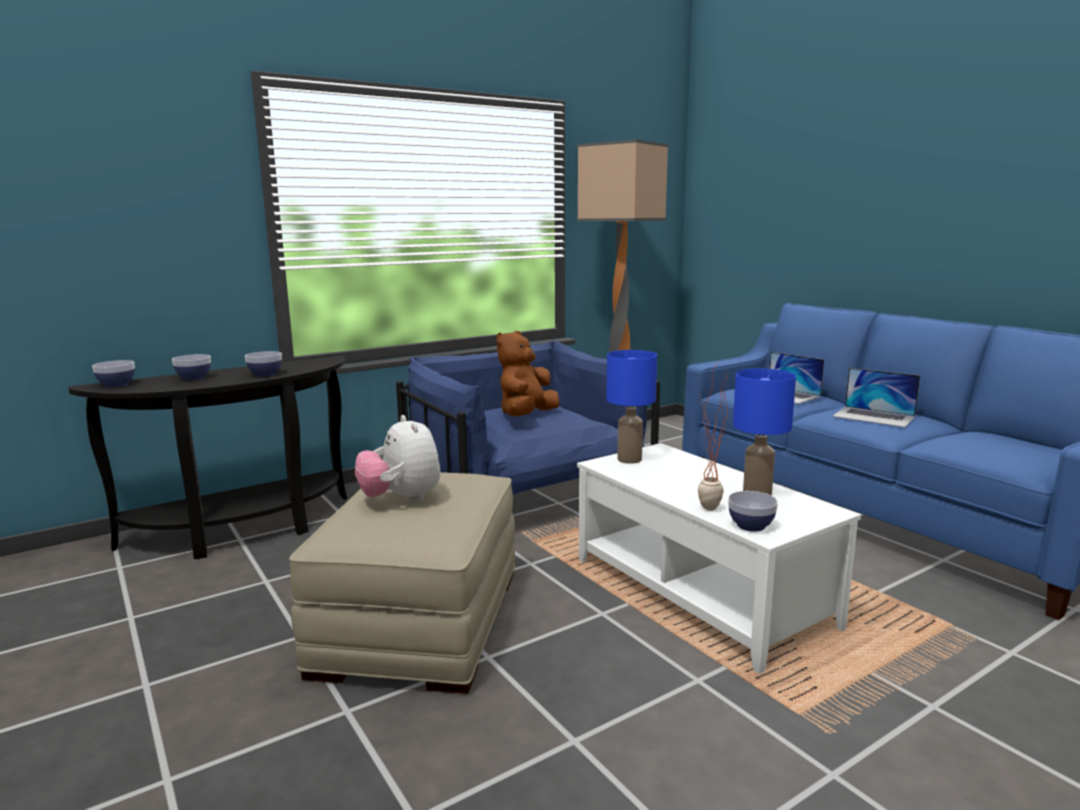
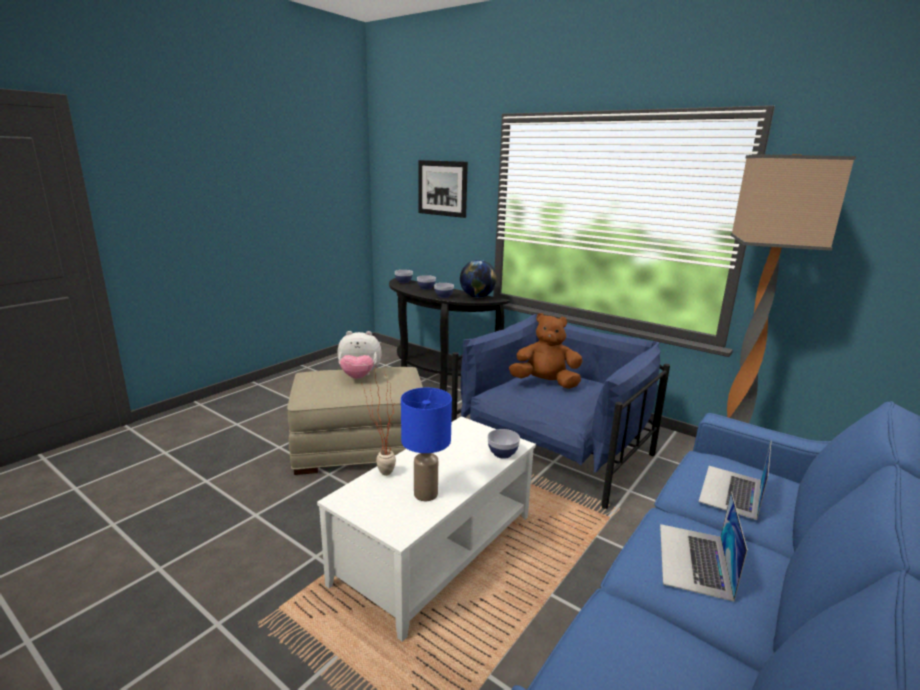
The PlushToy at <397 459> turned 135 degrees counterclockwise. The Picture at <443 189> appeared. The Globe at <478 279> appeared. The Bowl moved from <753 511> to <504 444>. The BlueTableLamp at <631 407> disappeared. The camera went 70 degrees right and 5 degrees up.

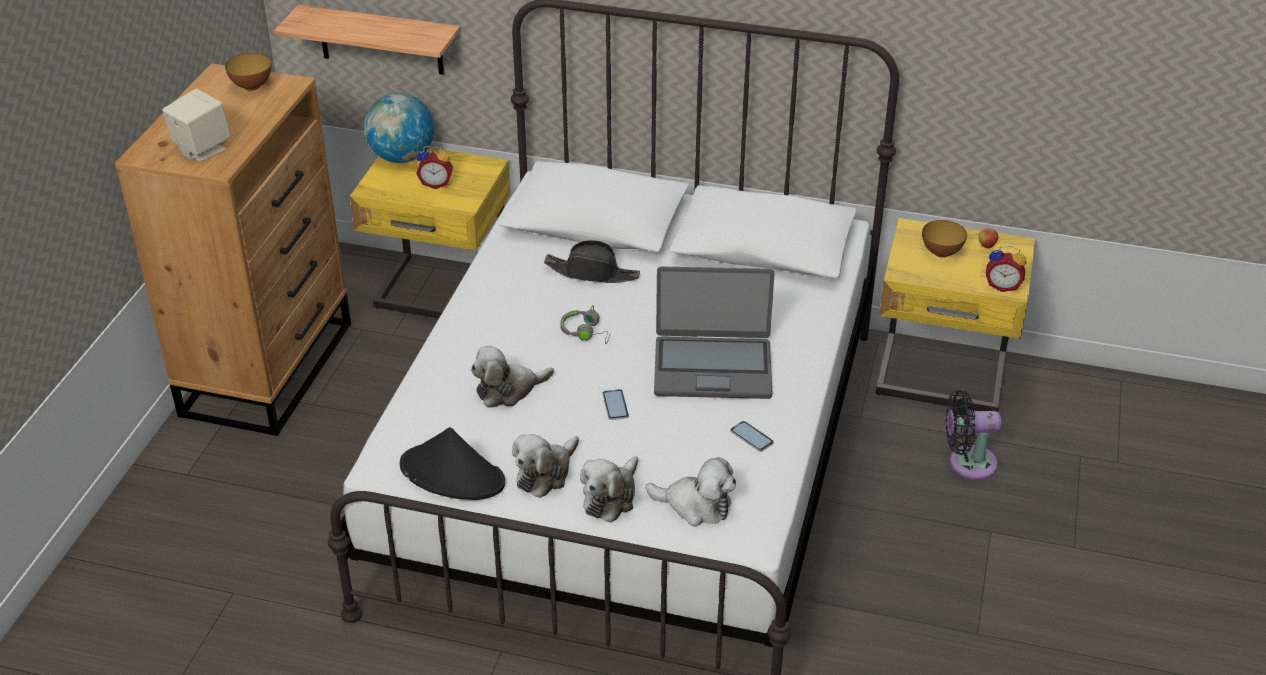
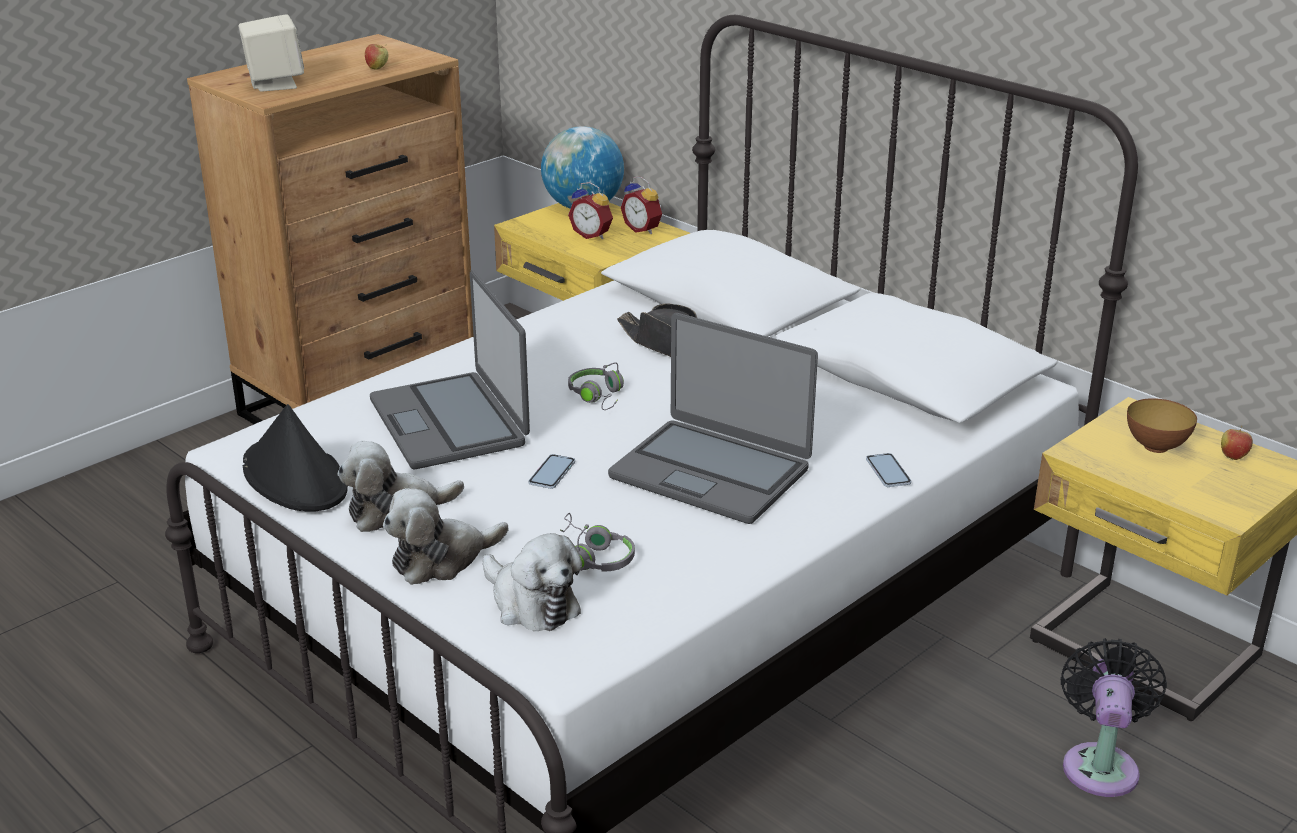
The Apple at <376 57> appeared. The PlushToy at <512 377> was replaced by the Laptop at <450 369>. The GreyHeadphones at <597 542> appeared. The AlarmClock moved from <1006 269> to <641 205>. The Phone moved from <752 436> to <888 470>. The BlackFan at <973 435> turned 75 degrees clockwise. The Bowl at <248 72> disappeared. The Shelf at <367 40> disappeared. The camera went 30 degrees right and 10 degrees down.

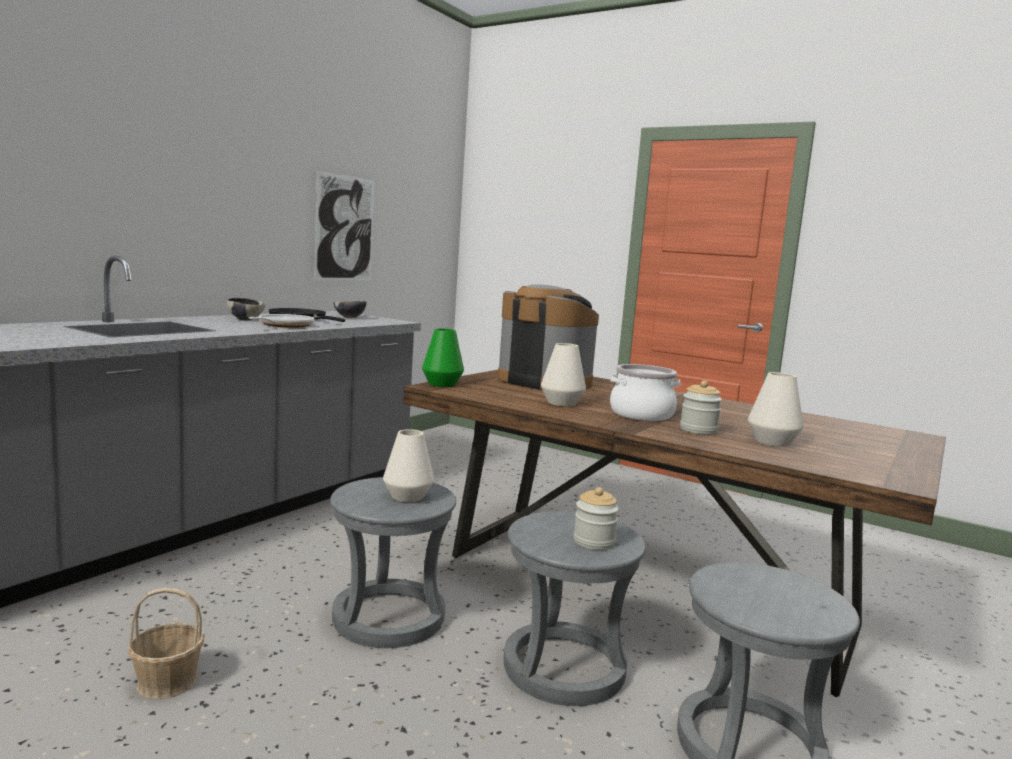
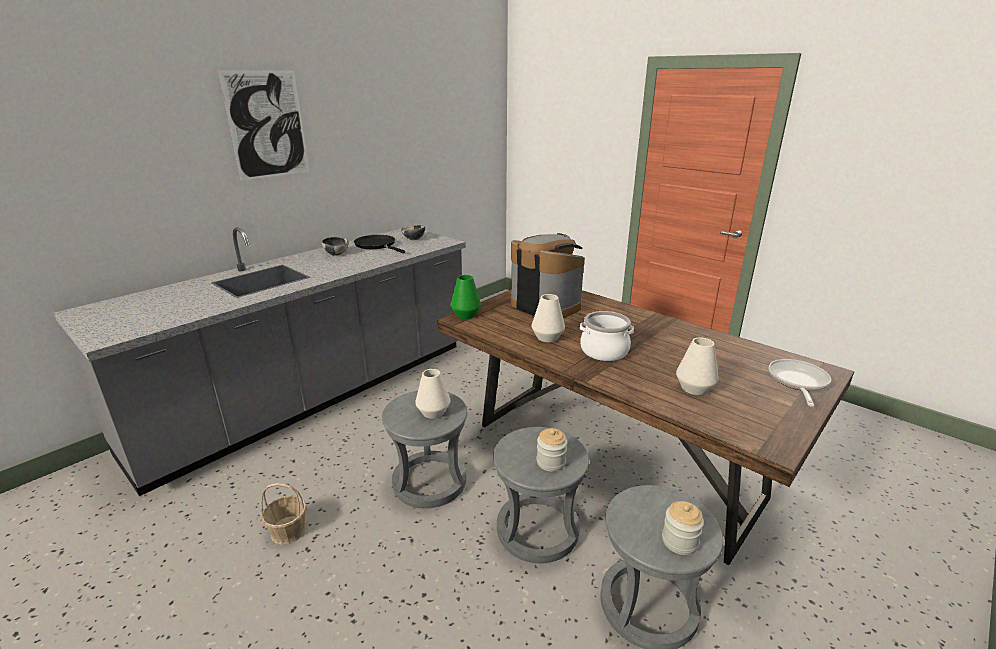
The Picture moved from <344 225> to <263 125>. The Jar moved from <701 407> to <683 528>. The FryingPan moved from <281 321> to <800 383>. The camera went 10 degrees right and 15 degrees up.

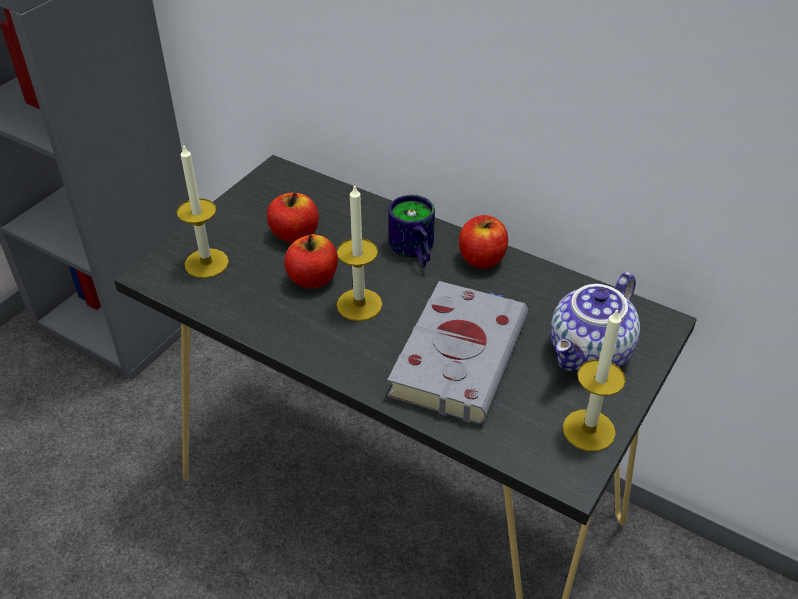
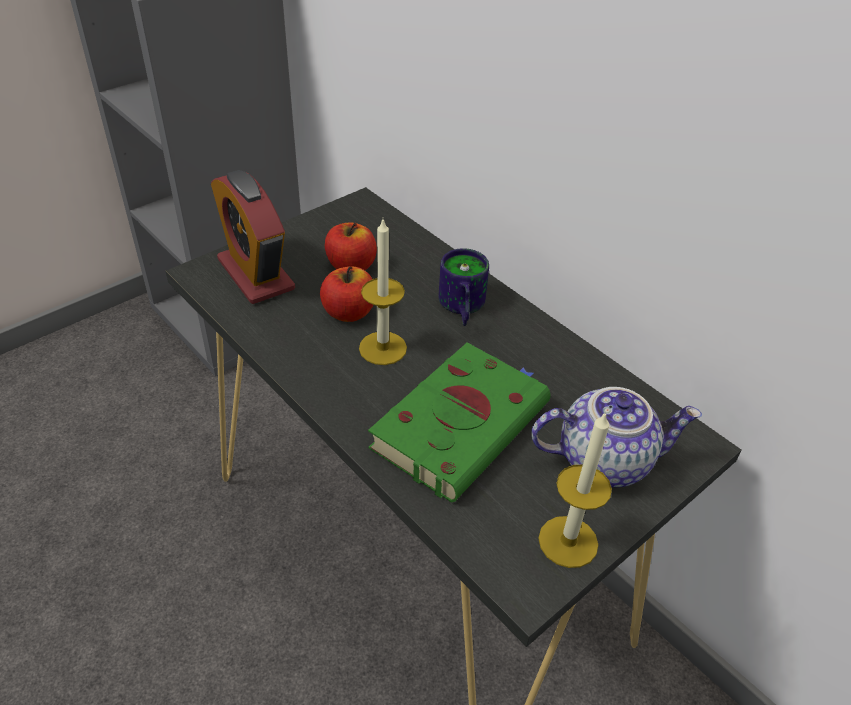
The Candle at <203 212> was replaced by the AlarmClock at <253 237>. The GreyBook at <457 352> became the GreenBook at <459 422>. The Teapot at <595 322> turned 150 degrees counterclockwise. The Apple at <483 242> disappeared. The camera went 15 degrees right and 0 degrees up.

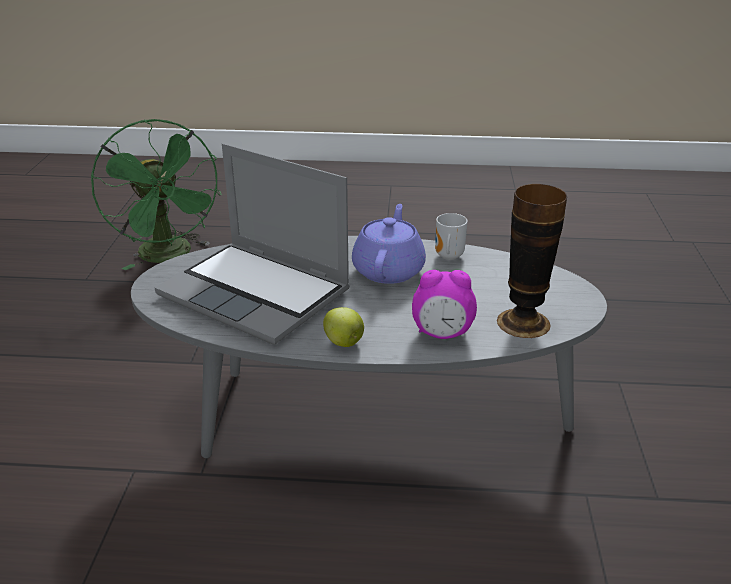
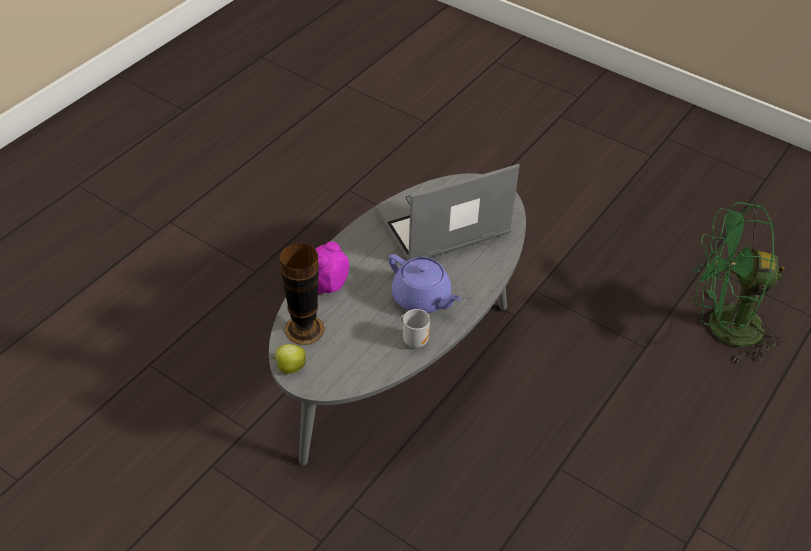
The Apple moved from <343 327> to <289 359>. The camera went 120 degrees right and 15 degrees up.

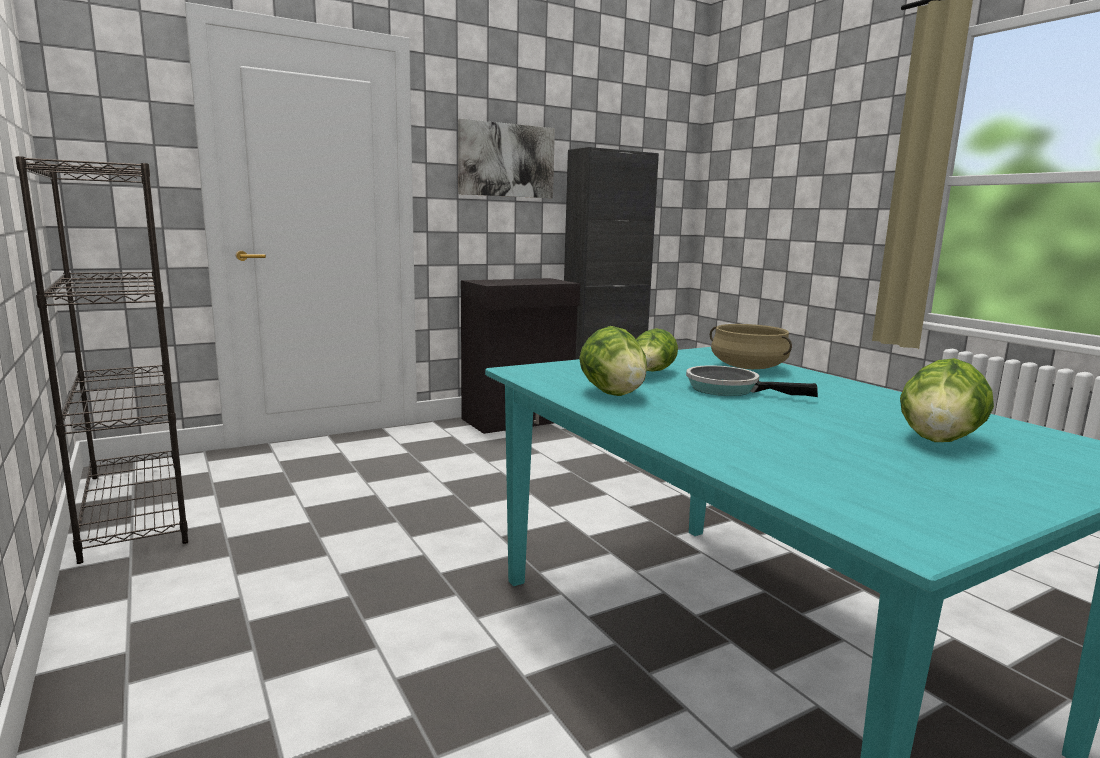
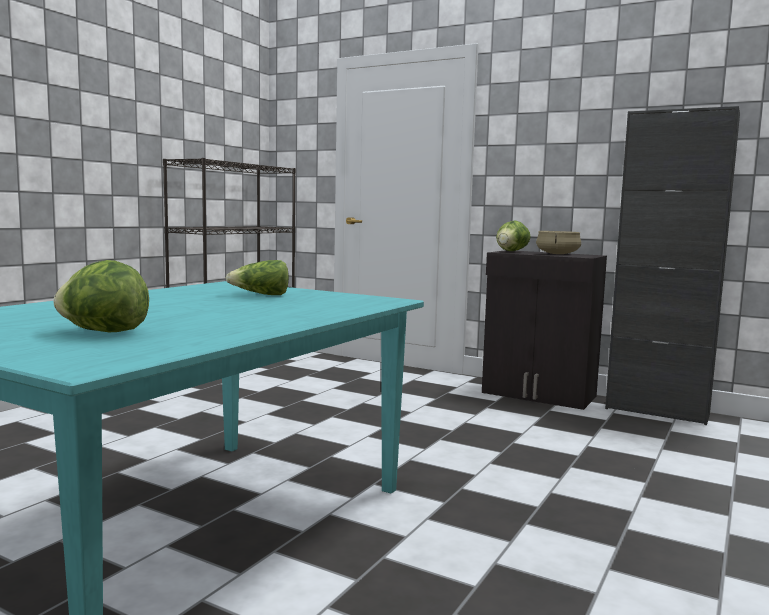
The Lettuce moved from <613 361> to <513 235>. The BeigeCookingPot moved from <751 346> to <558 242>. The Picture at <506 158> disappeared. The FryingPan at <752 381> disappeared. The camera went 60 degrees right and 5 degrees down.

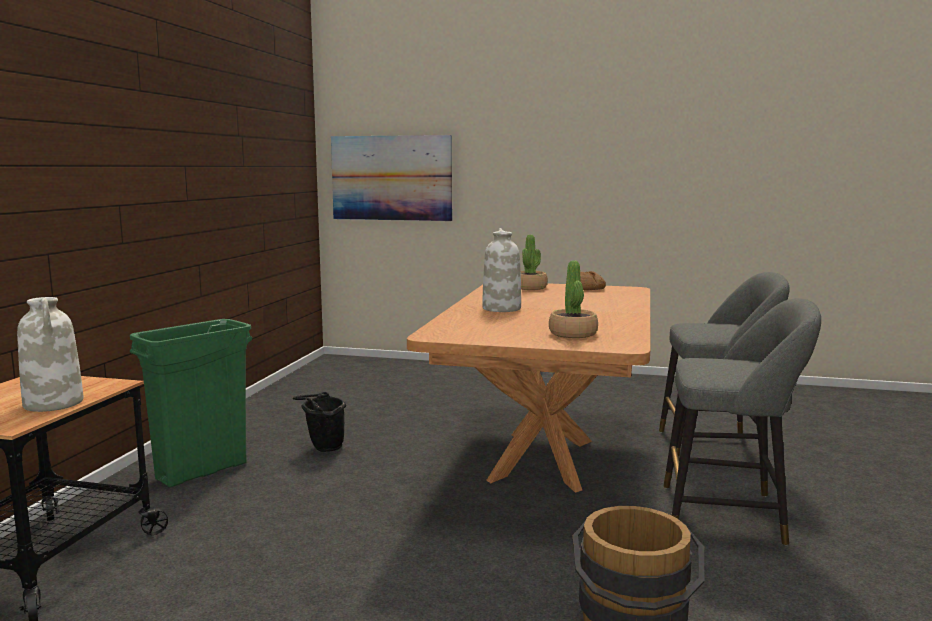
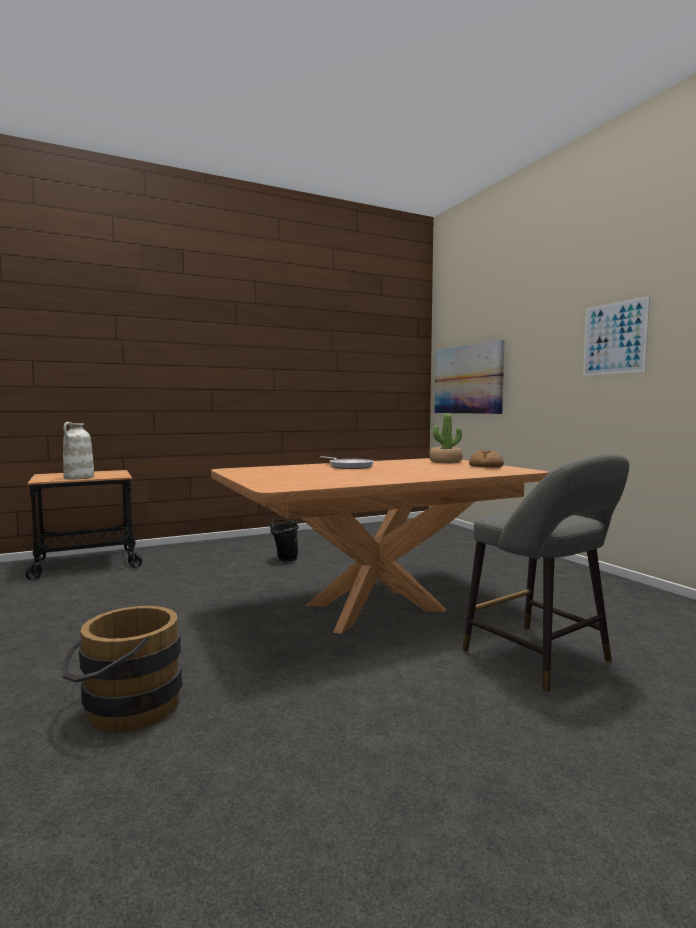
The WhiteVase at <501 270> was replaced by the FryingPan at <347 462>. The Picture at <616 336> appeared. The GreenTrashCan at <191 403> disappeared. The PottedPlant at <573 299> disappeared. The GreyStool at <742 422> disappeared. The camera went 50 degrees right and 5 degrees down.

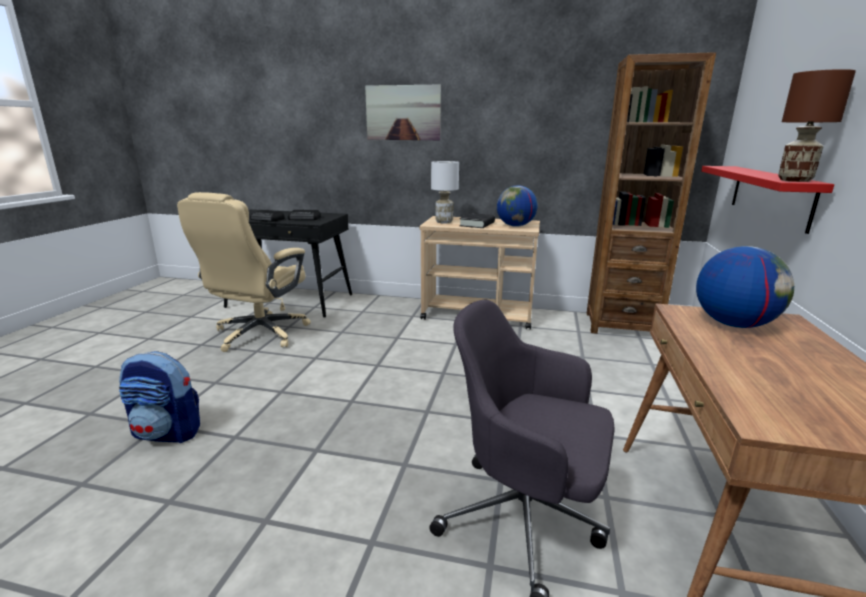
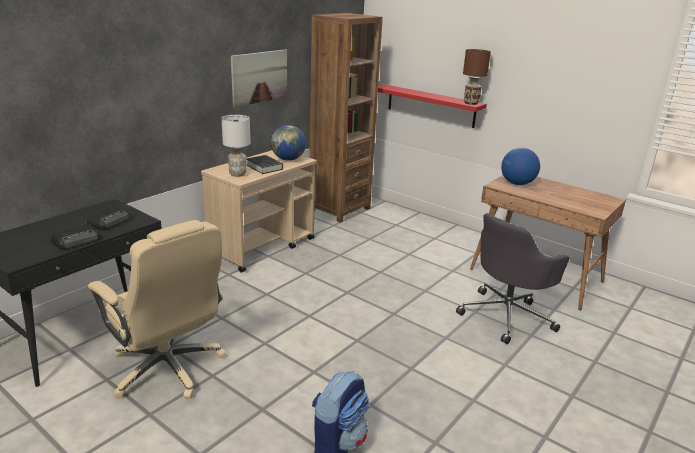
The Picture moved from <403 112> to <259 78>. The camera went 65 degrees left and 5 degrees up.

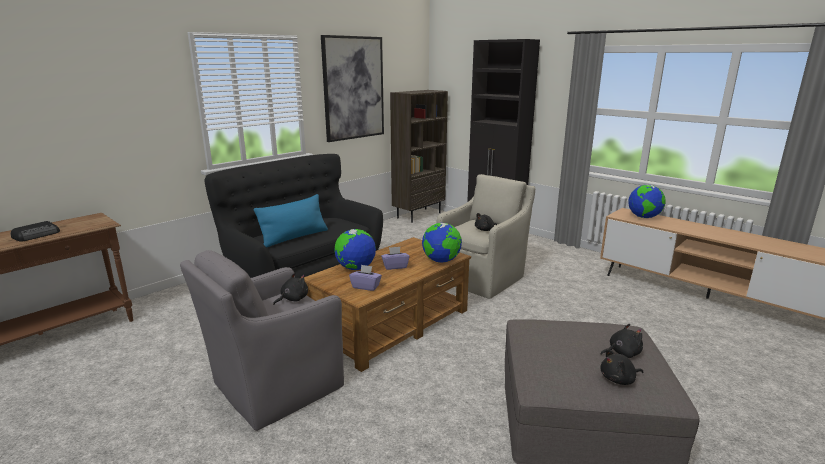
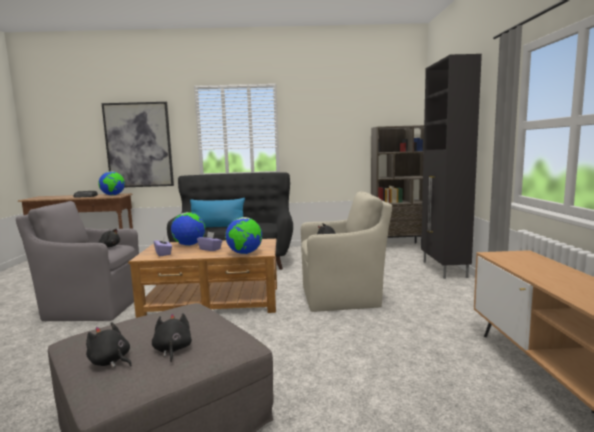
The Globe moved from <647 201> to <111 183>. The Picture moved from <352 88> to <137 144>. The BlackPlushToy at <622 341> turned 135 degrees counterclockwise. The camera went 45 degrees right and 10 degrees down.

